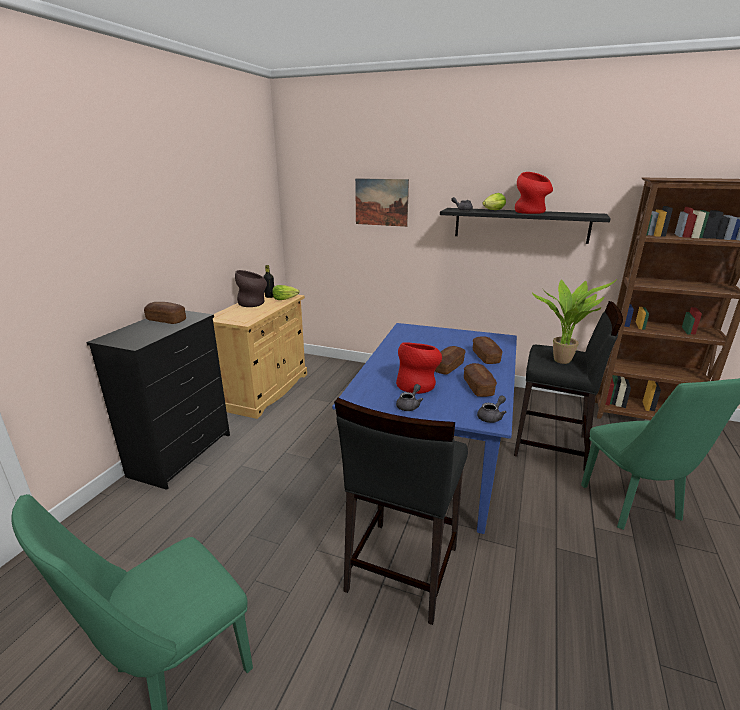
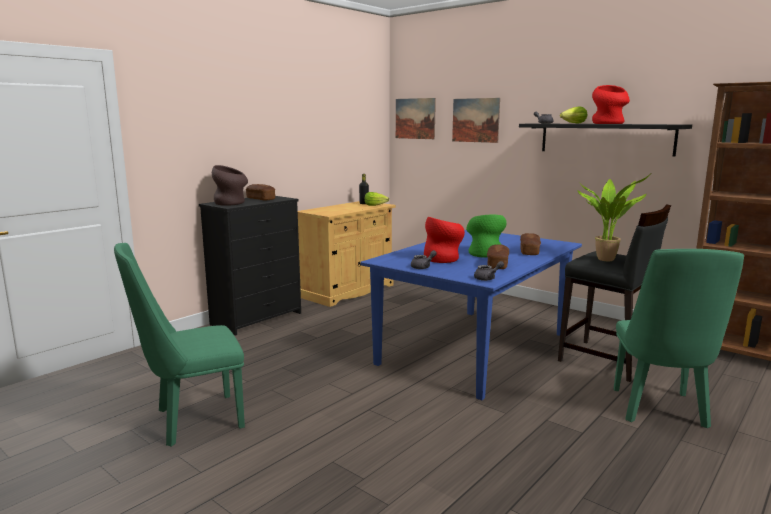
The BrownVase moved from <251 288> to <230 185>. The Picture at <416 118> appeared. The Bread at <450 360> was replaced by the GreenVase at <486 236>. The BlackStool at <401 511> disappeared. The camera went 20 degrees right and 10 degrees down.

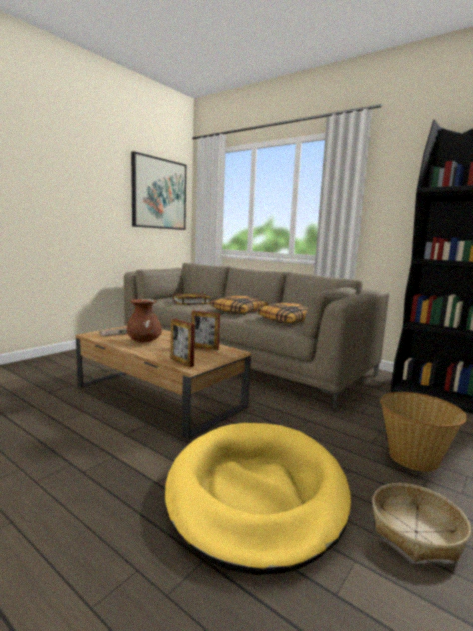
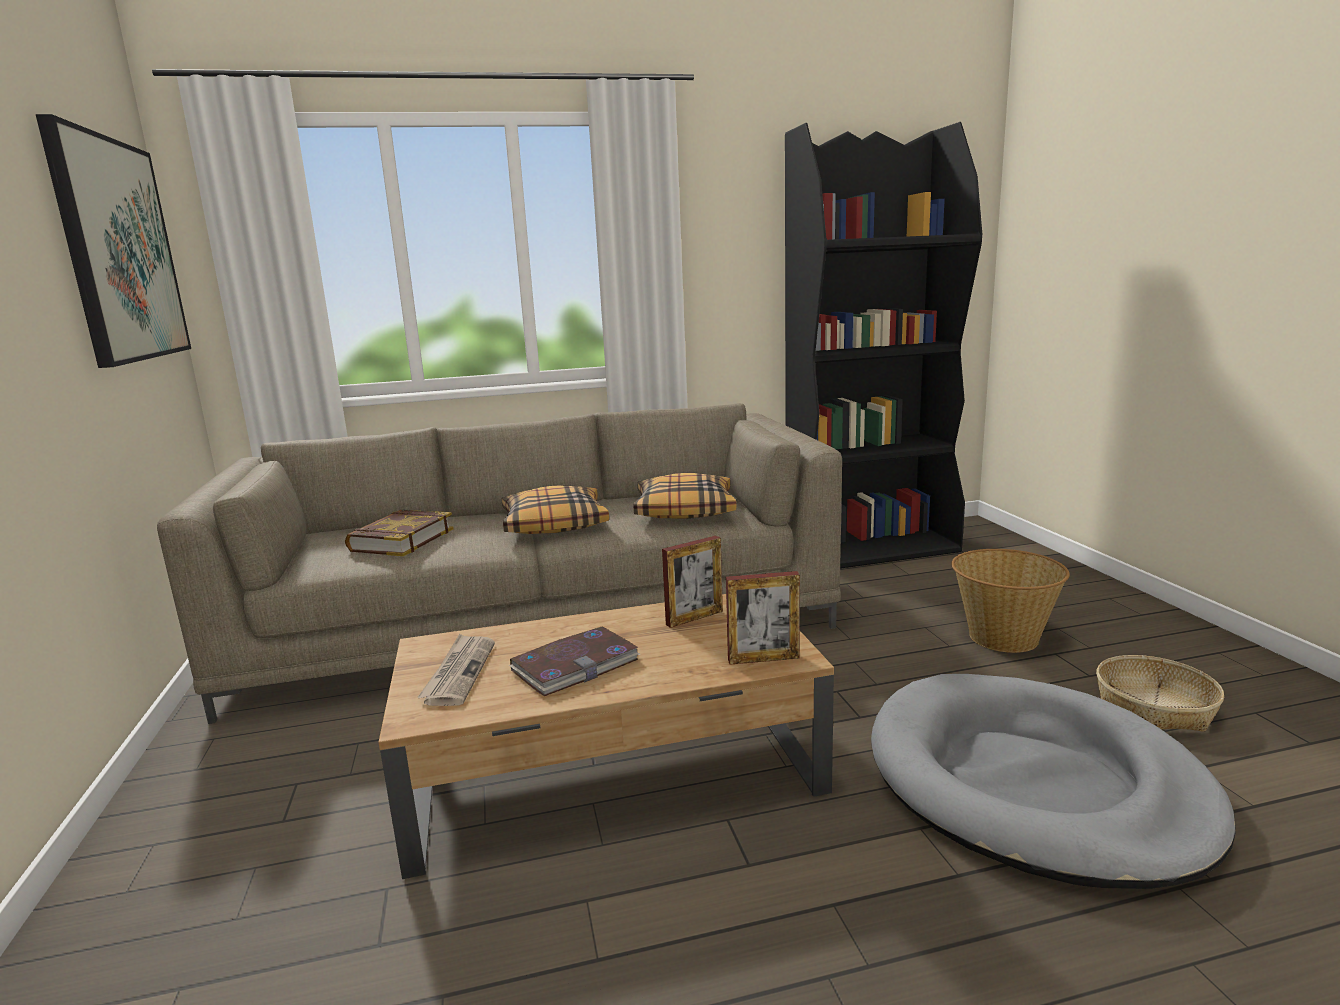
The BrownVase at <144 320> was replaced by the Book at <574 661>. The YellowDogBed at <258 499> became the GreyDogBed at <1053 781>. The camera went 50 degrees left and 5 degrees up.

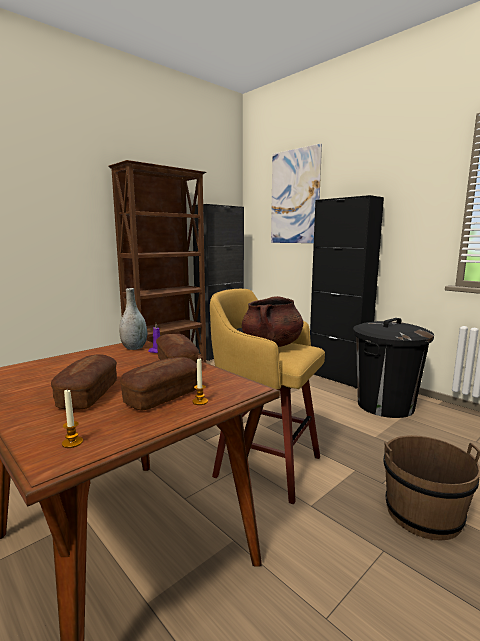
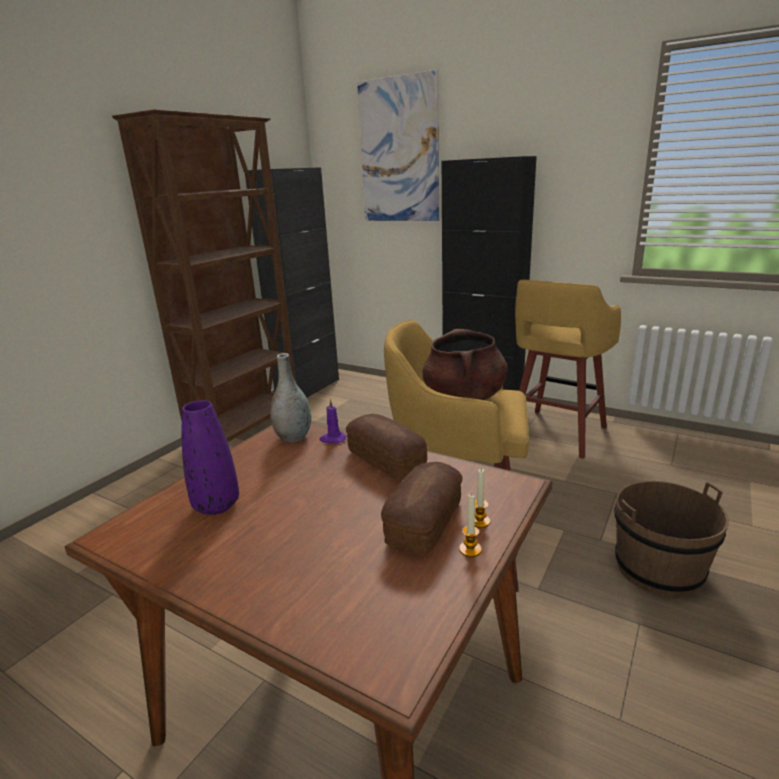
The PurpleVase at <210 457> appeared. The Candle moved from <72 419> to <470 525>. The BlackTrashCan at <393 368> was replaced by the YellowStool at <568 369>. The Bread at <84 382> disappeared. The camera went 15 degrees left and 10 degrees up.

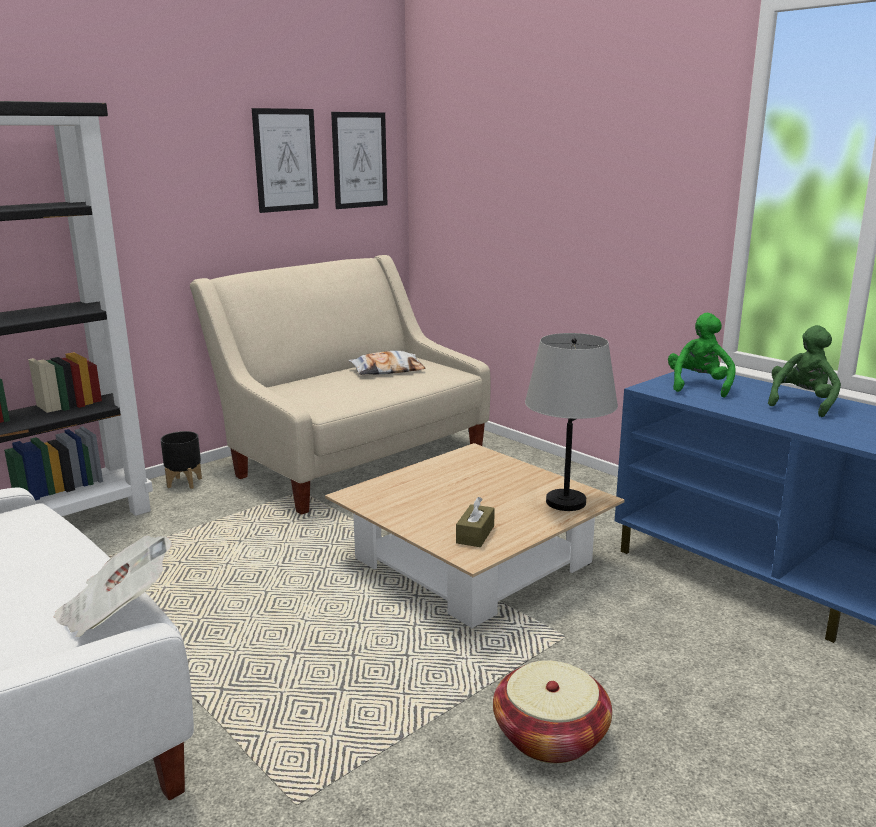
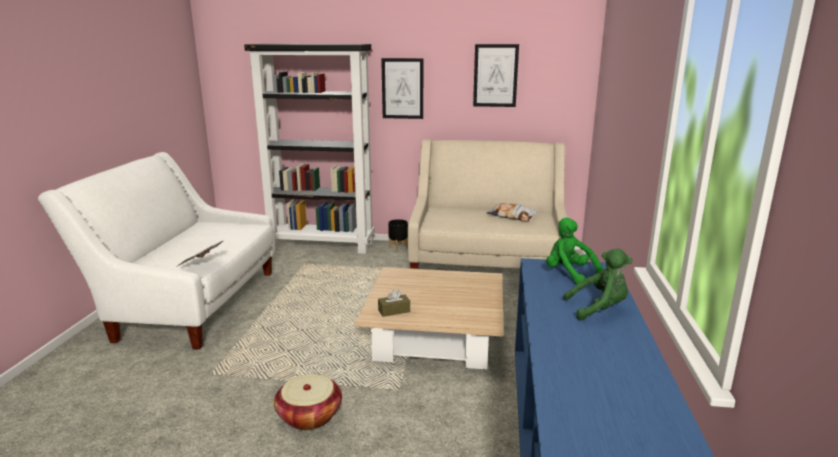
The Picture moved from <359 160> to <402 88>. The GreenPlushToy at <702 355> turned 105 degrees counterclockwise. The GreyTableLamp at <571 422> disappeared. The camera went 50 degrees right and 0 degrees up.

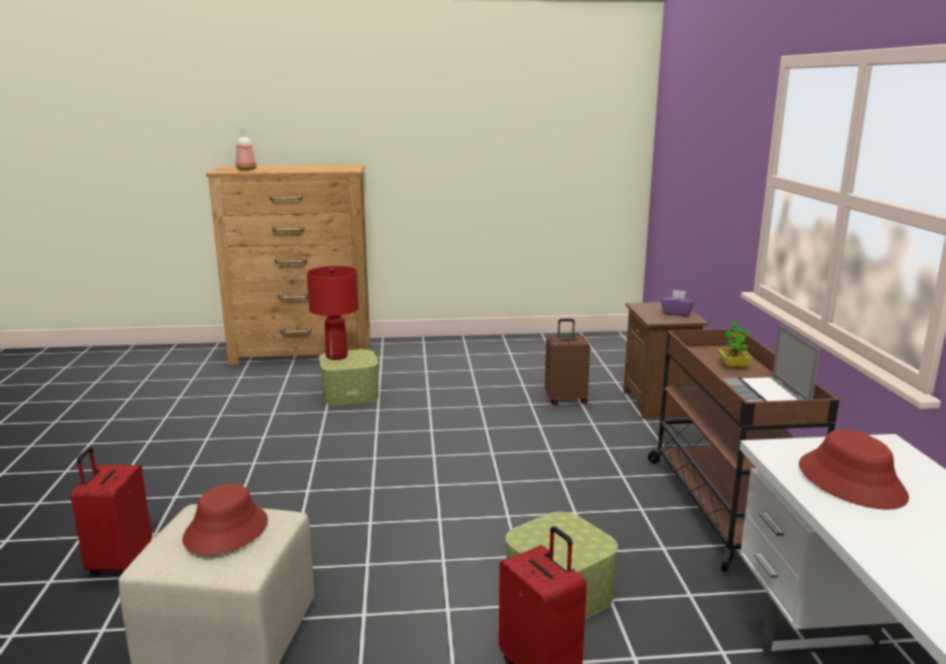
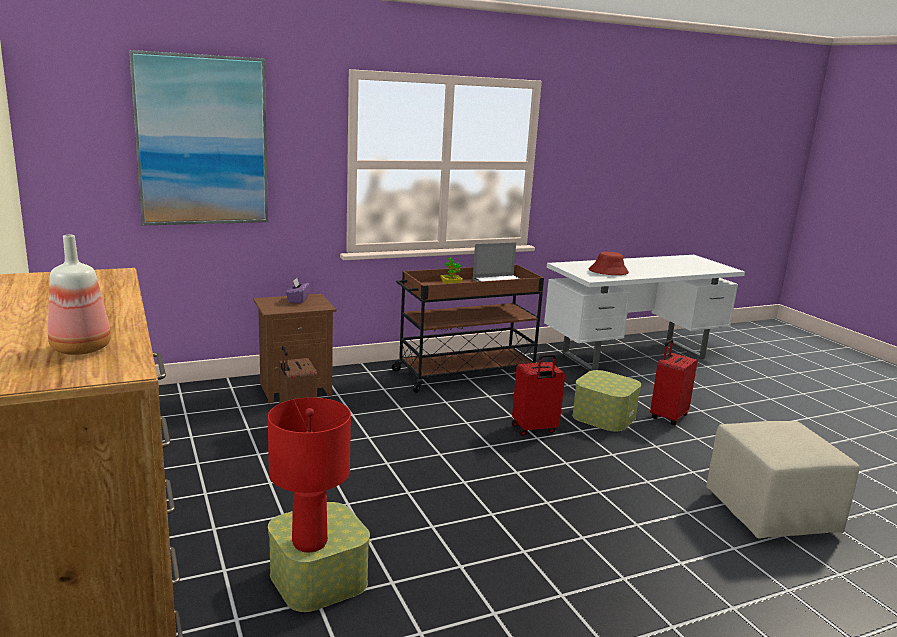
The Picture at <198 138> appeared. The RedSuitcase moved from <111 511> to <538 395>. The RedHat at <225 519> disappeared. The camera went 110 degrees left and 0 degrees up.

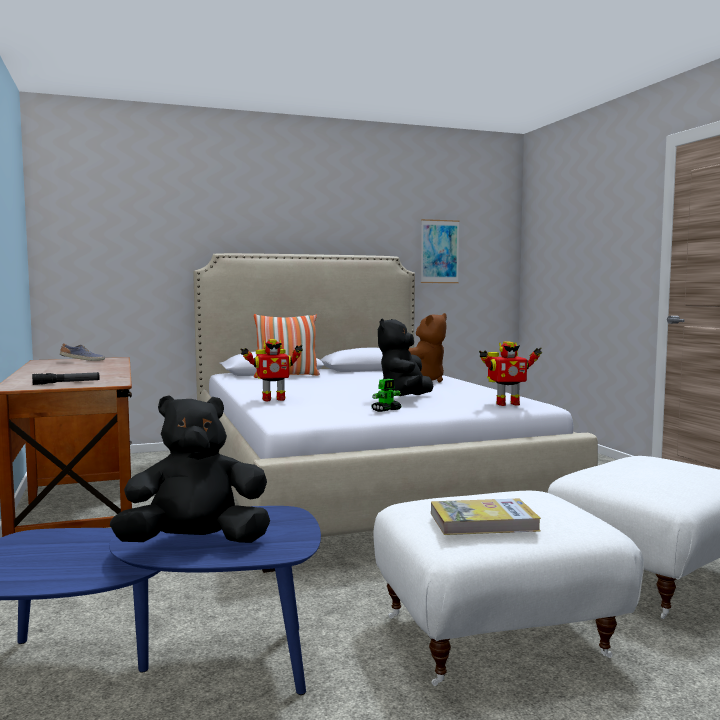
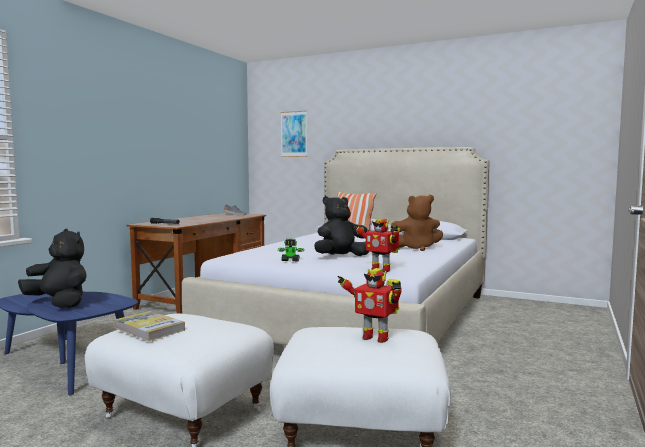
The Picture moved from <440 251> to <294 134>. The ToyRobot moved from <271 370> to <370 305>. The camera went 45 degrees right and 0 degrees up.

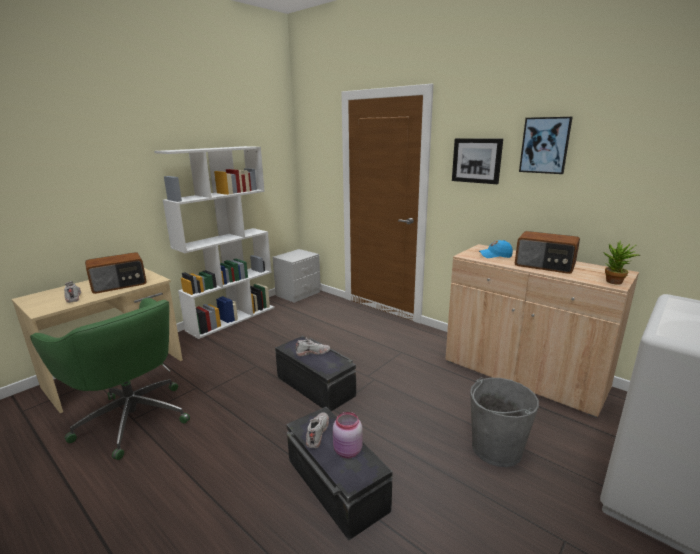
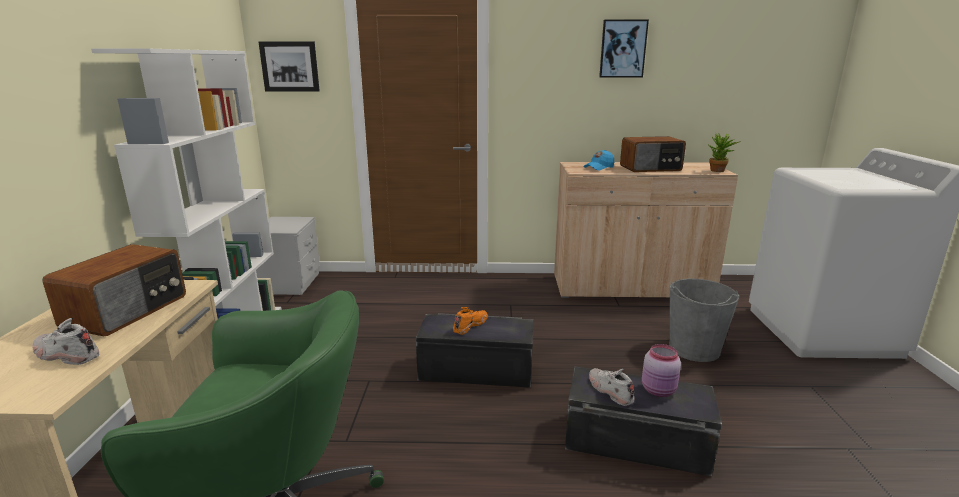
The Picture moved from <477 161> to <289 66>. The WhiteShoe at <313 346> became the OrangeShoe at <470 321>. The camera went 40 degrees left and 0 degrees up.

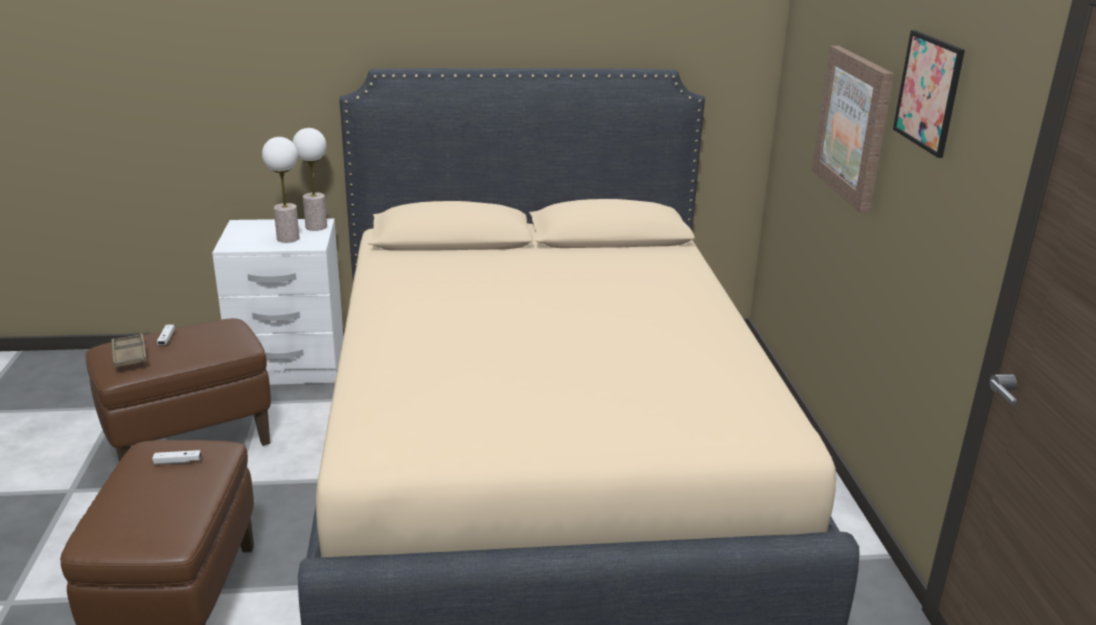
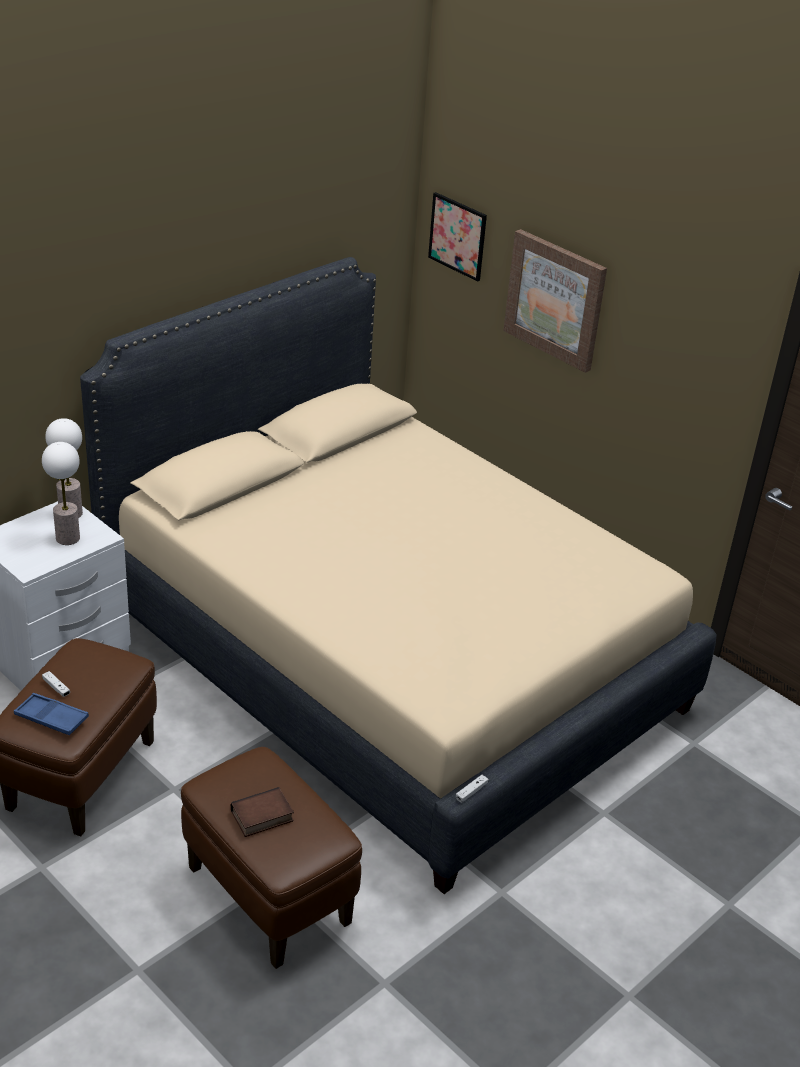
The BrownTray at <129 350> became the BlueTray at <51 714>. The Book at <262 812> appeared. The Picture moved from <929 94> to <457 237>. The WhiteGameController moved from <176 457> to <472 789>. The camera went 40 degrees left and 10 degrees up.

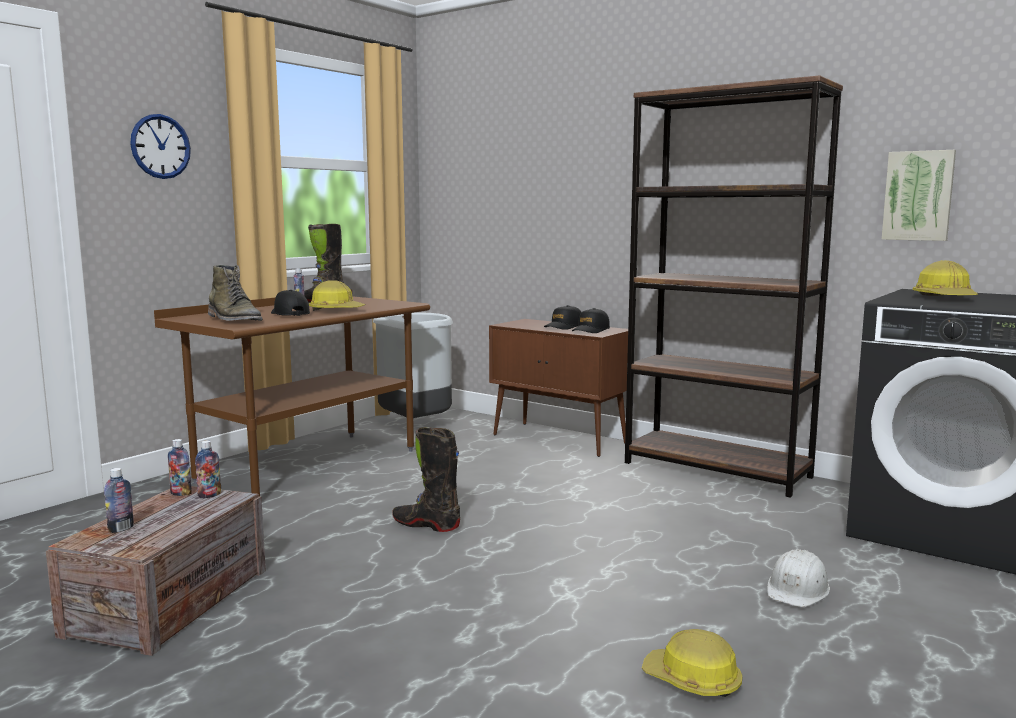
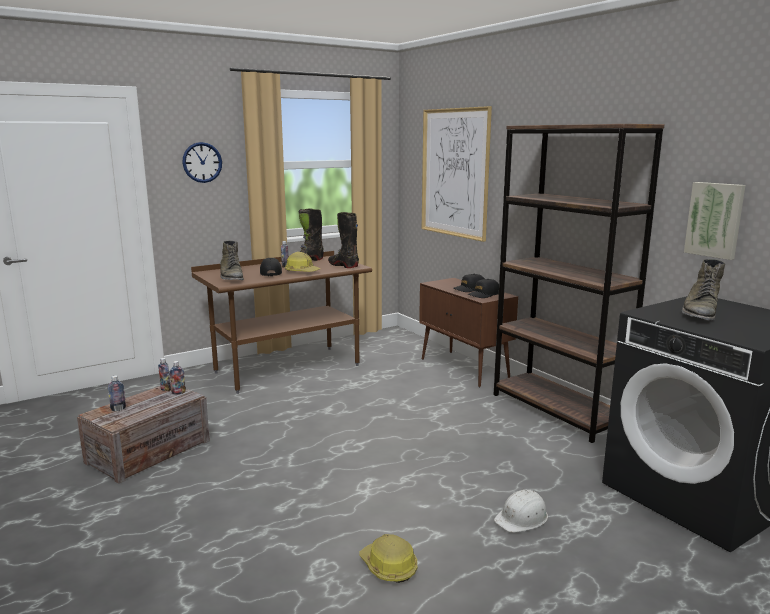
The BlackBoot moved from <426 479> to <343 240>. The Picture at <457 174> appeared. The HardHat at <945 278> was replaced by the GreenBoot at <703 289>. The GreyTrashCan at <413 365> disappeared. The camera went 20 degrees right and 5 degrees up.

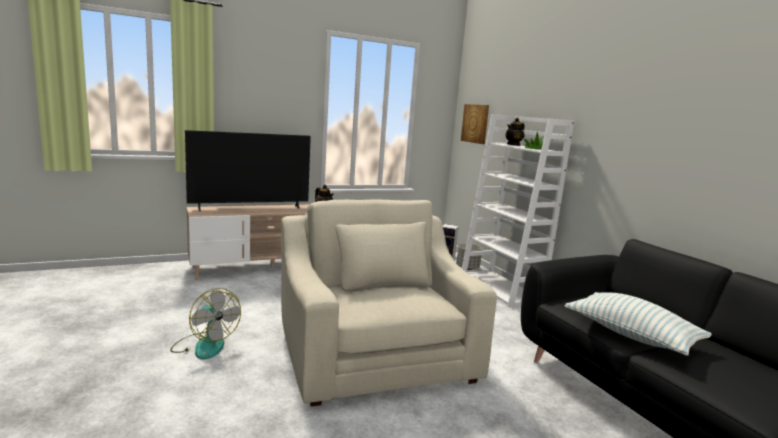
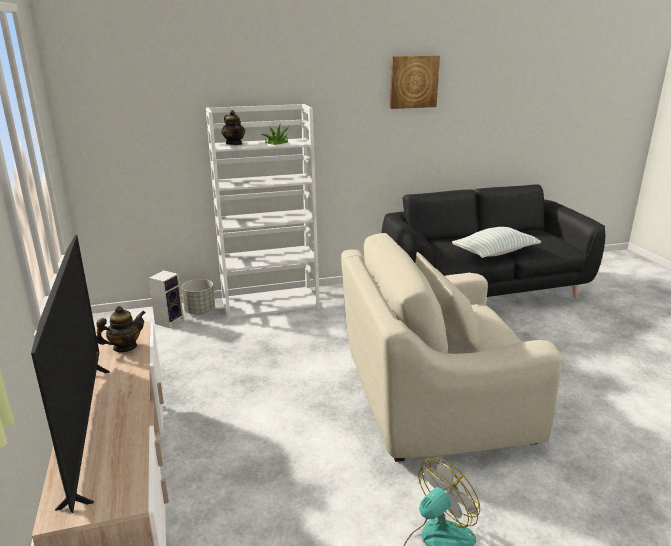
The Picture moved from <475 124> to <415 82>. The camera went 80 degrees left and 10 degrees up.

